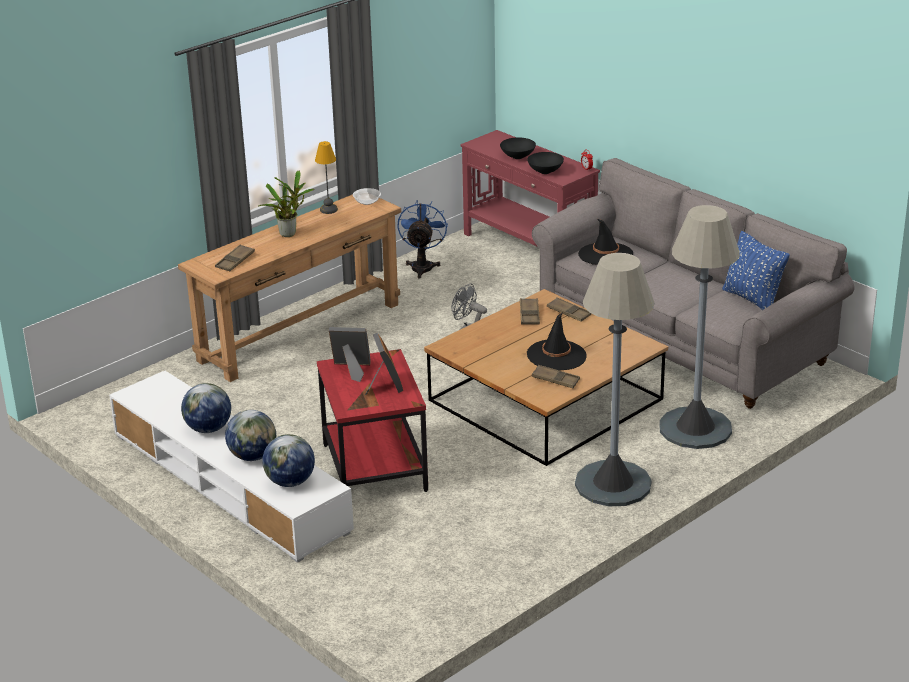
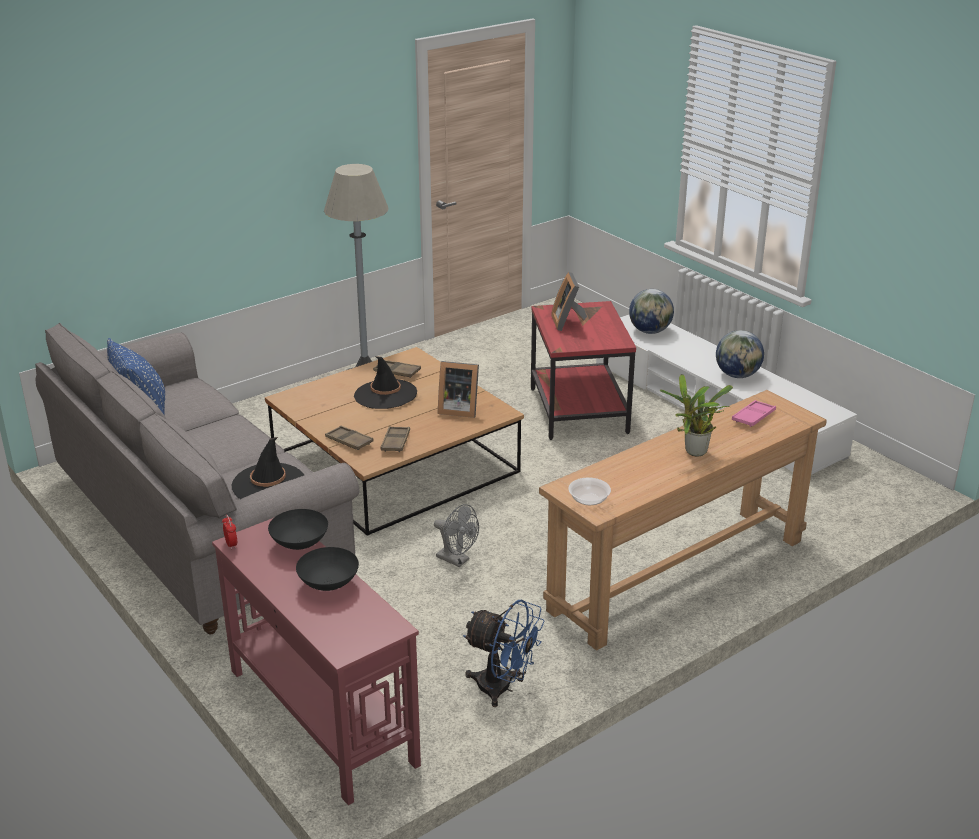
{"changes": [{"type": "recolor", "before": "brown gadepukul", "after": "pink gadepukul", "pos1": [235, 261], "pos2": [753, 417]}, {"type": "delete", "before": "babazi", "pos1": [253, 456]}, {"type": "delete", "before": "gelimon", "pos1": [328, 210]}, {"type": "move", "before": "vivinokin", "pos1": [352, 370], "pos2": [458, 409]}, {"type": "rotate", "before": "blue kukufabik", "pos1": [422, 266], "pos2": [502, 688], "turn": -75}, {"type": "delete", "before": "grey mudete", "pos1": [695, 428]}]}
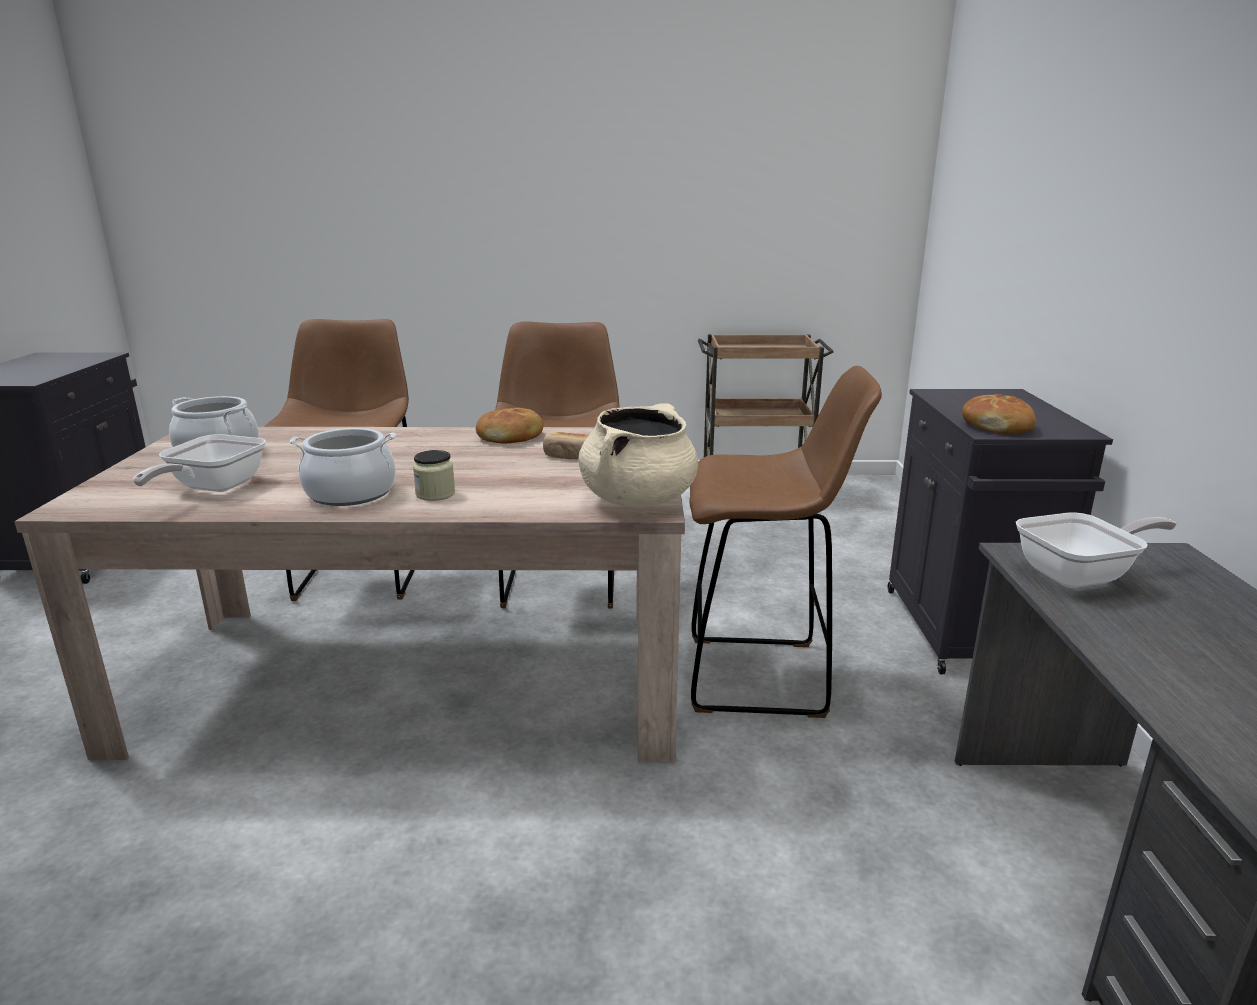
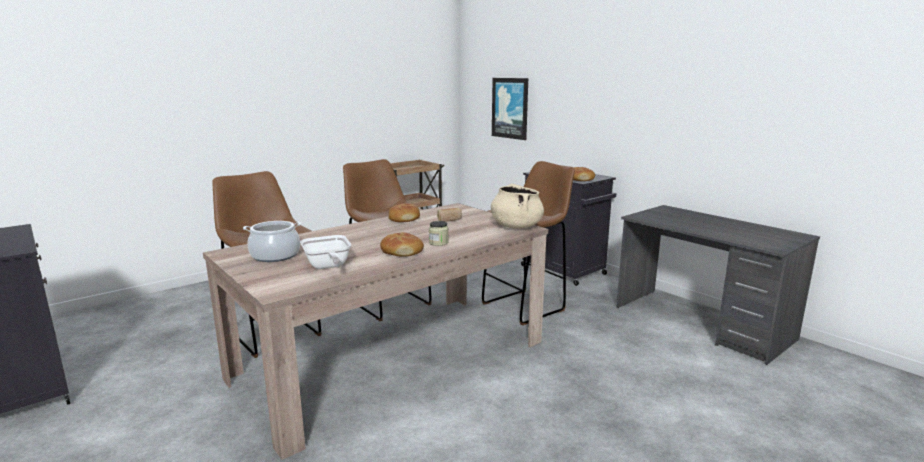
{"changes": [{"type": "replace", "before": "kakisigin", "after": "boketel", "pos1": [350, 493], "pos2": [401, 251]}, {"type": "delete", "before": "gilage", "pos1": [1081, 575]}, {"type": "insert", "after": "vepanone", "pos2": [510, 108]}]}
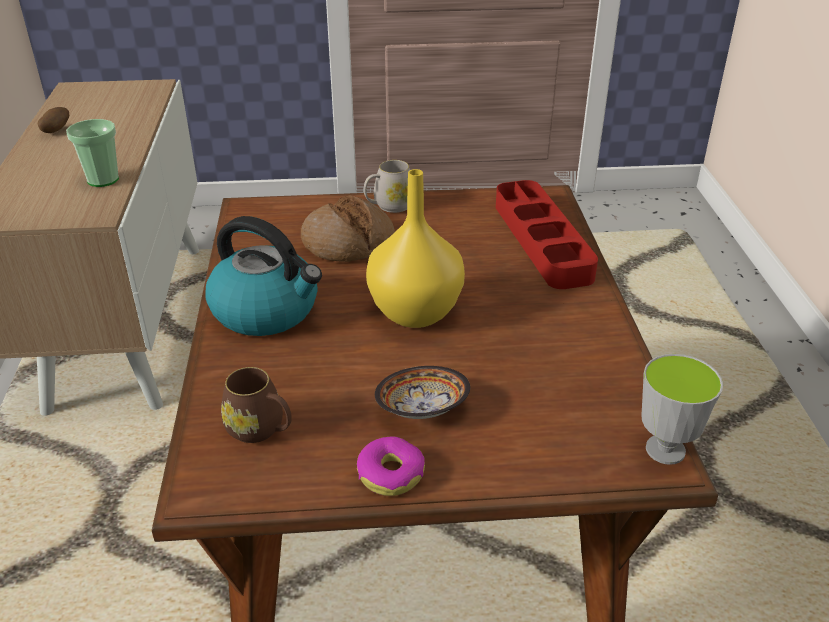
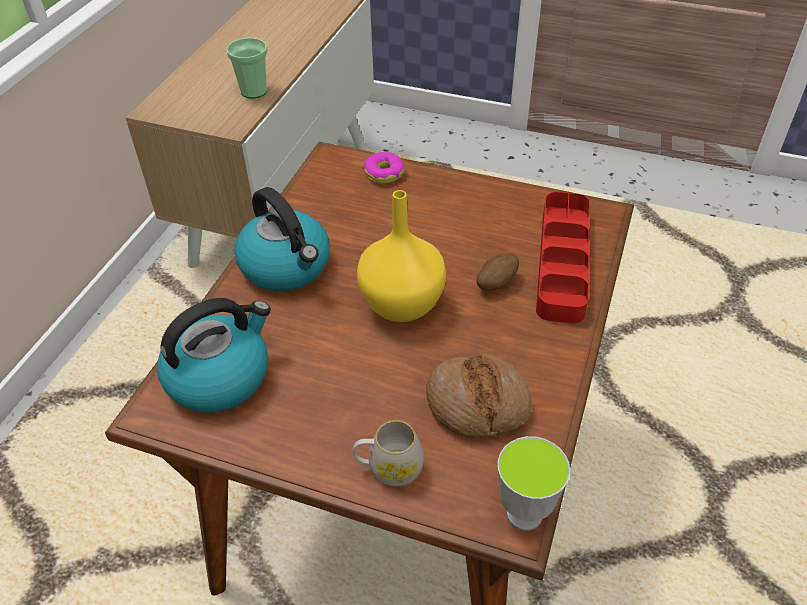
{"changes": [{"type": "move", "before": "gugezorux", "pos1": [56, 130], "pos2": [496, 283]}, {"type": "replace", "before": "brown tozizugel", "after": "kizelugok", "pos1": [261, 430], "pos2": [220, 376]}, {"type": "move", "before": "boketel", "pos1": [348, 243], "pos2": [477, 403]}, {"type": "move", "before": "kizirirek", "pos1": [391, 474], "pos2": [384, 173]}, {"type": "move", "before": "white tozizugel", "pos1": [389, 206], "pos2": [389, 468]}, {"type": "delete", "before": "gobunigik", "pos1": [422, 410]}]}
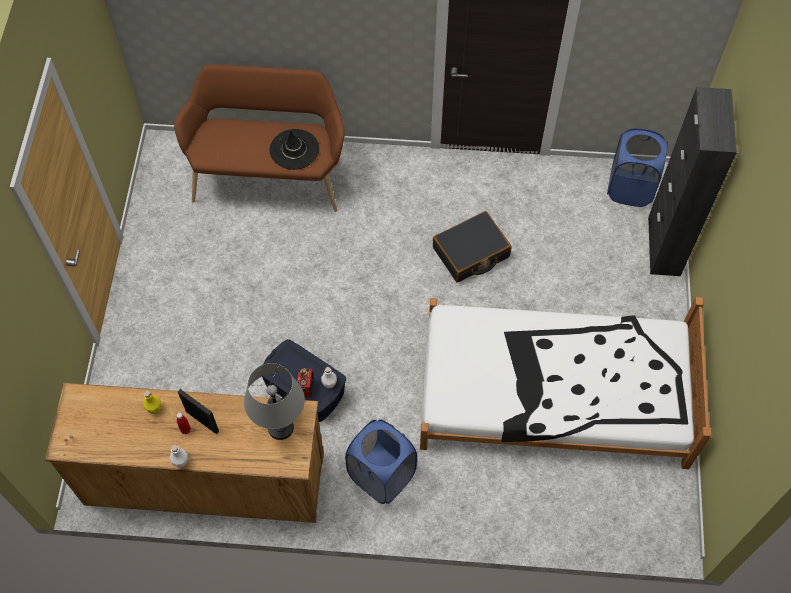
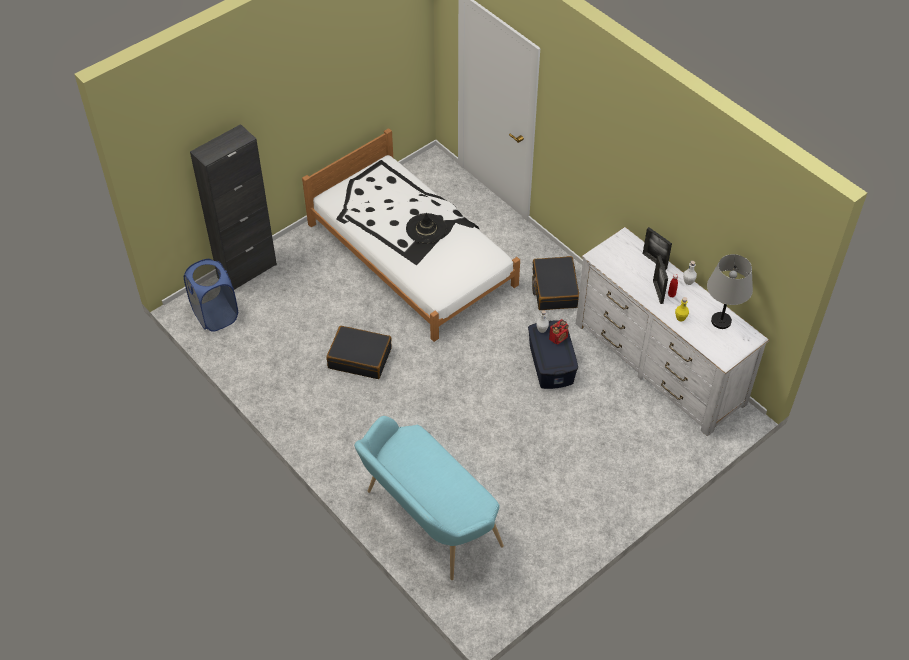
{"changes": [{"type": "recolor", "before": "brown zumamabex", "after": "white zumamabex", "pos1": [205, 478], "pos2": [659, 363]}, {"type": "recolor", "before": "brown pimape", "after": "turquoise pimape", "pos1": [269, 175], "pos2": [427, 520]}, {"type": "move", "before": "grey gelimon", "pos1": [280, 428], "pos2": [721, 321]}, {"type": "move", "before": "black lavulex", "pos1": [294, 149], "pos2": [426, 228]}, {"type": "replace", "before": "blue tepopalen", "after": "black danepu", "pos1": [381, 476], "pos2": [554, 289]}, {"type": "insert", "after": "vivinokin", "pos2": [654, 261]}]}
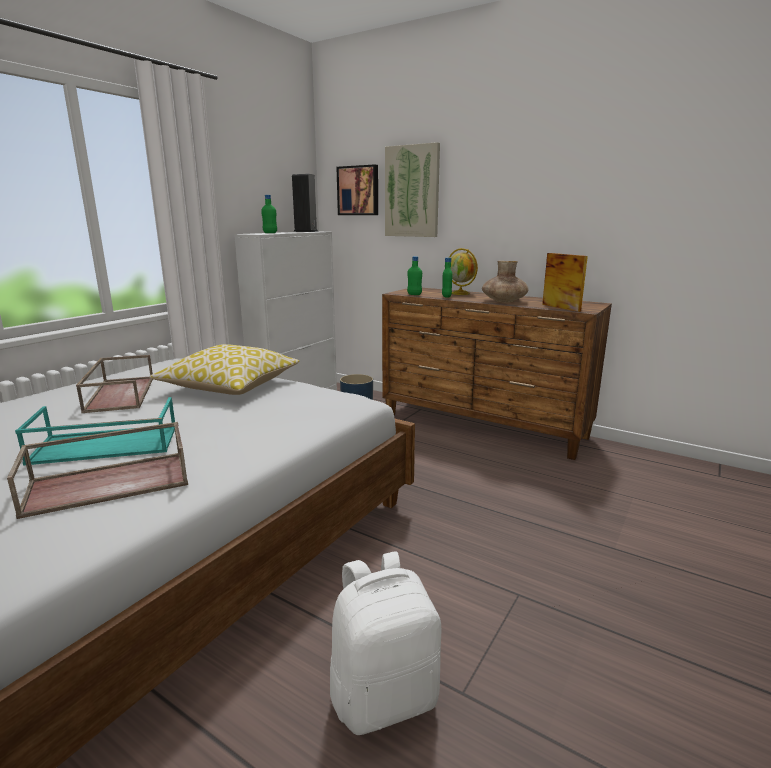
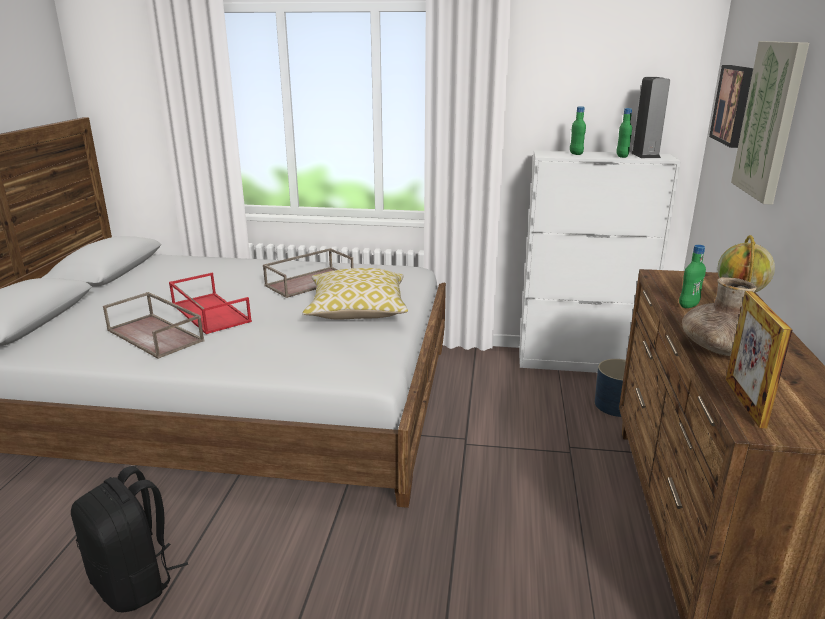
{"changes": [{"type": "recolor", "before": "turquoise gadepukul", "after": "red gadepukul", "pos1": [104, 445], "pos2": [209, 313]}, {"type": "recolor", "before": "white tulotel", "after": "black tulotel", "pos1": [384, 696], "pos2": [134, 582]}, {"type": "move", "before": "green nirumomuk", "pos1": [414, 294], "pos2": [622, 156]}, {"type": "rotate", "before": "vivinokin", "pos1": [560, 307], "pos2": [745, 402], "turn": 150}]}
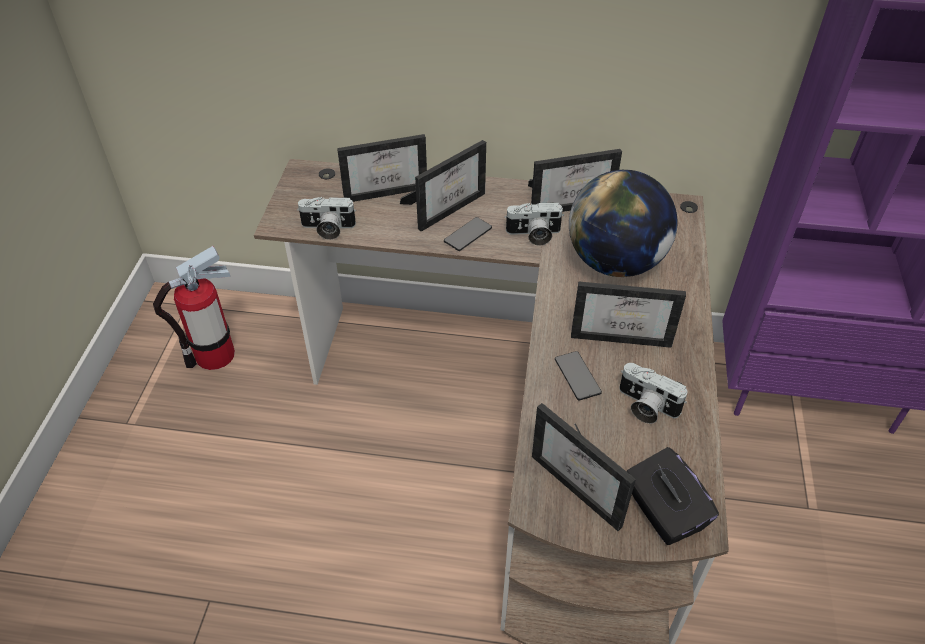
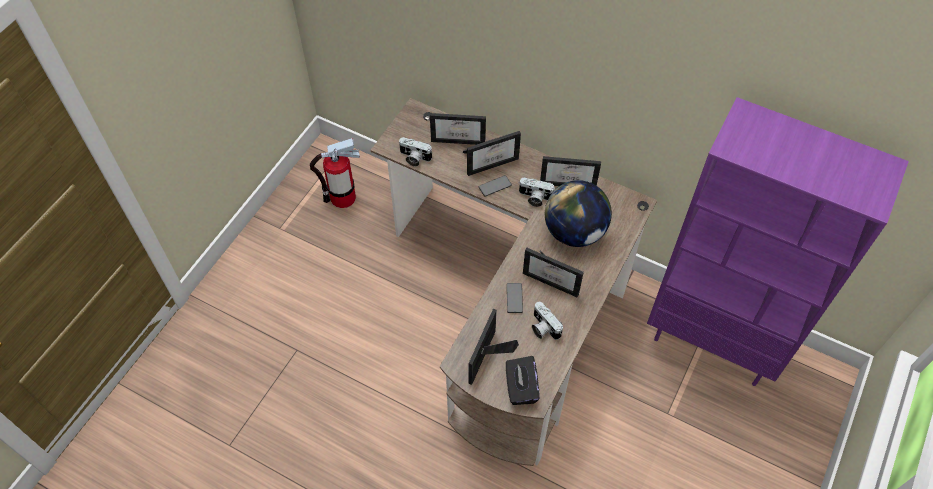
{"changes": [{"type": "rotate", "before": "vivinokin", "pos1": [585, 485], "pos2": [487, 360], "turn": 45}]}
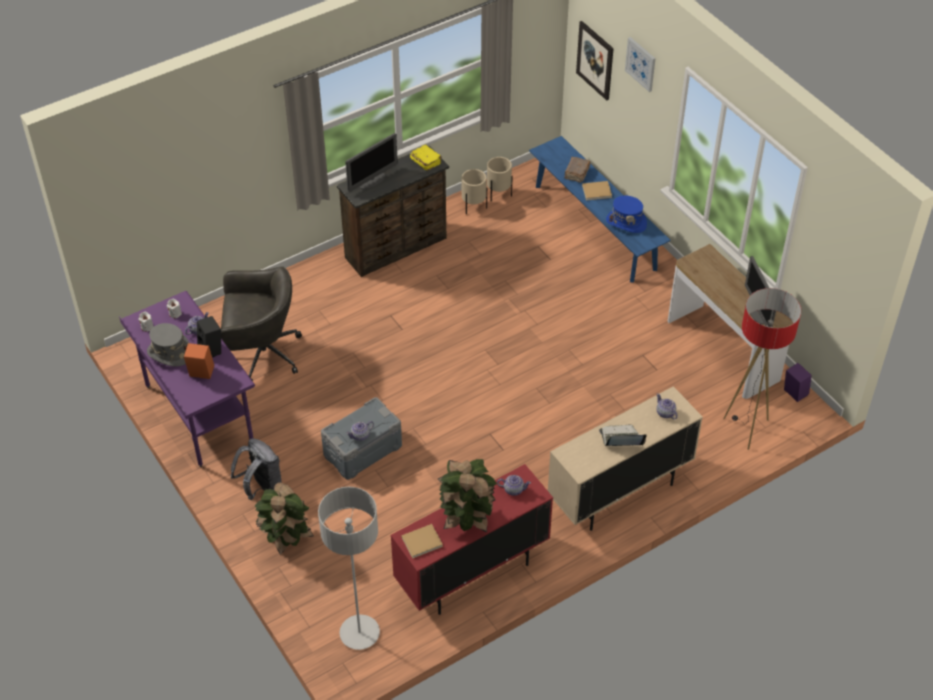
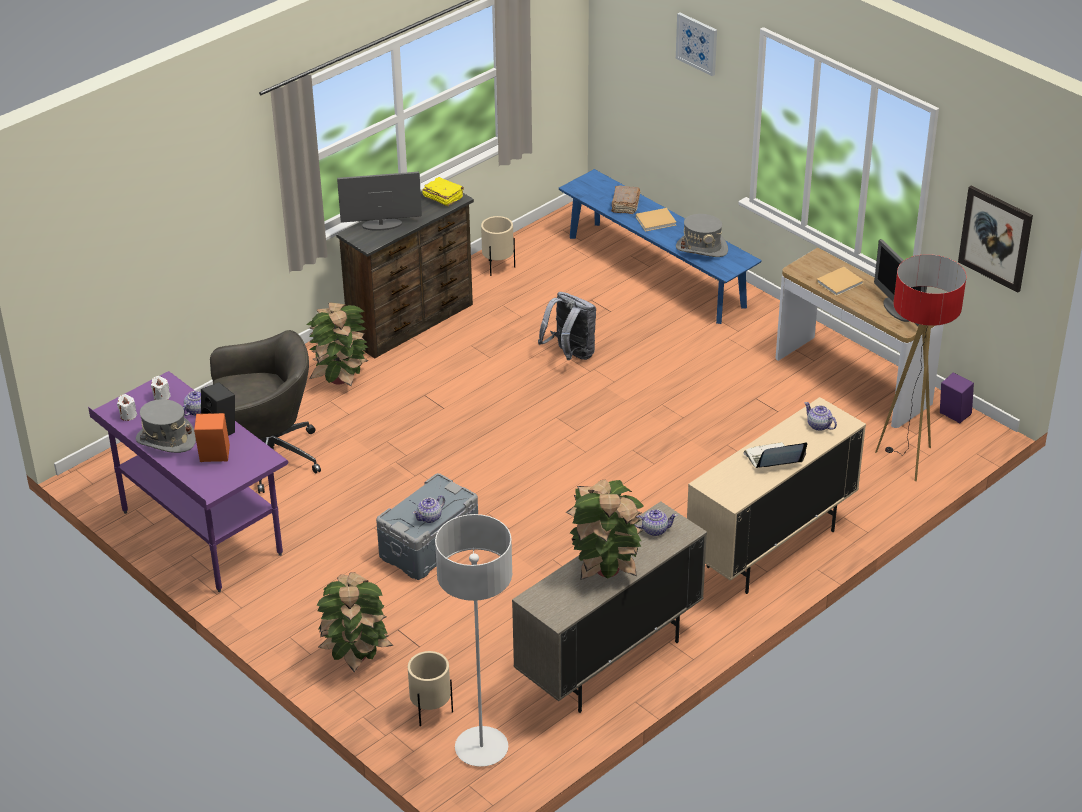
{"changes": [{"type": "move", "before": "grey tulotel", "pos1": [261, 487], "pos2": [570, 355]}, {"type": "rotate", "before": "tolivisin", "pos1": [372, 181], "pos2": [381, 225], "turn": -135}, {"type": "recolor", "before": "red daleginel", "after": "beige daleginel", "pos1": [472, 574], "pos2": [609, 662]}, {"type": "move", "before": "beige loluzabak", "pos1": [423, 541], "pos2": [840, 282]}, {"type": "move", "before": "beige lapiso", "pos1": [499, 195], "pos2": [431, 713]}, {"type": "move", "before": "vepanone", "pos1": [595, 60], "pos2": [995, 238]}, {"type": "recolor", "before": "blue lavulex", "after": "grey lavulex", "pos1": [626, 222], "pos2": [702, 248]}, {"type": "insert", "after": "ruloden", "pos2": [340, 380]}]}
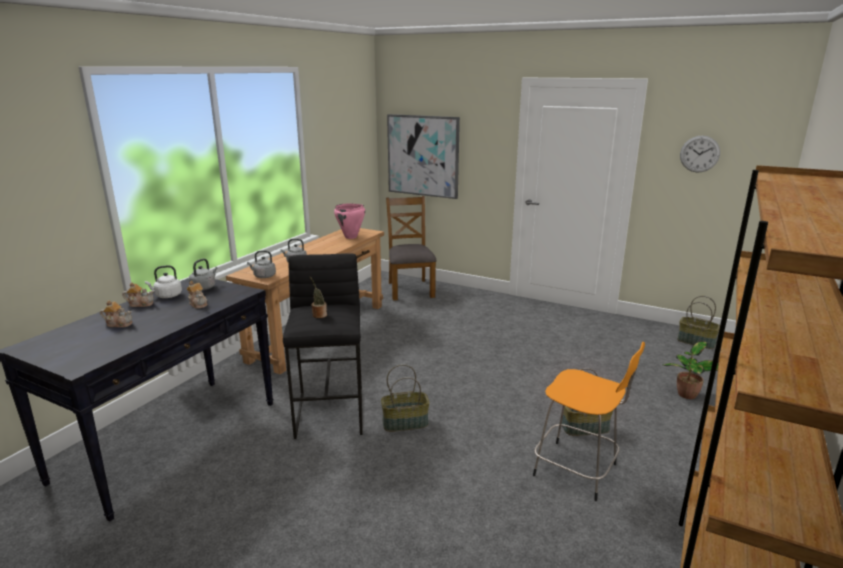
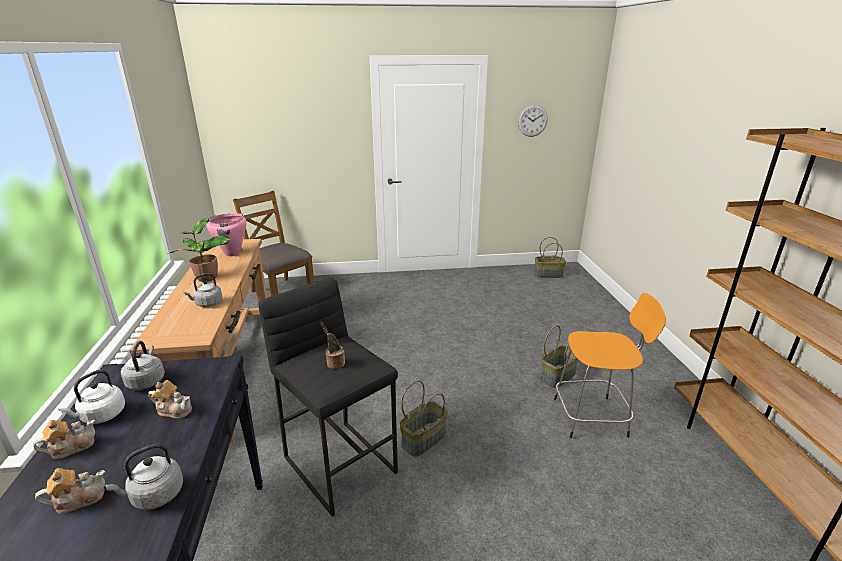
{"changes": [{"type": "move", "before": "grey kizelugok", "pos1": [263, 276], "pos2": [155, 495]}, {"type": "delete", "before": "vepanone", "pos1": [423, 156]}, {"type": "move", "before": "ruloden", "pos1": [686, 395], "pos2": [206, 278]}]}
